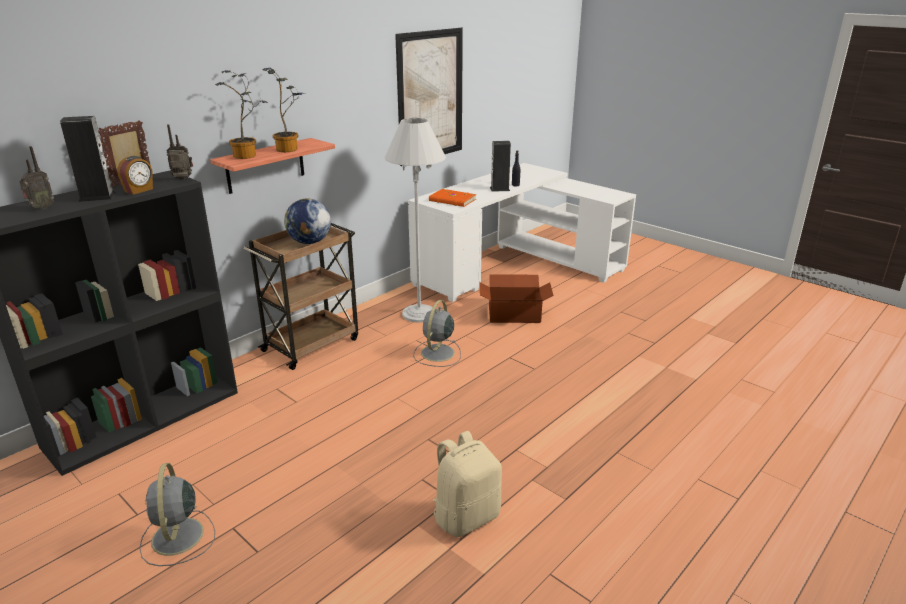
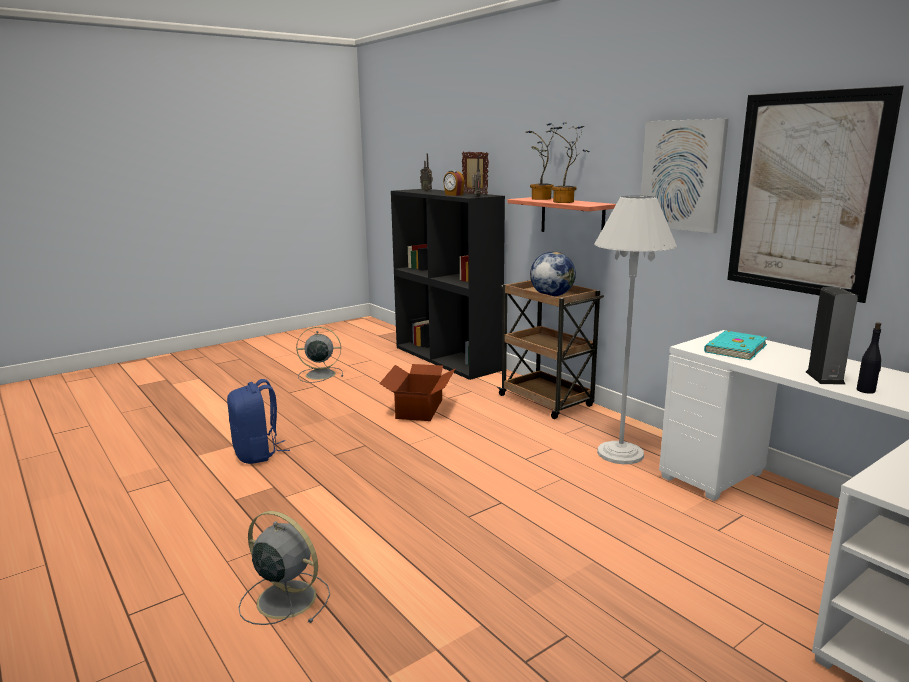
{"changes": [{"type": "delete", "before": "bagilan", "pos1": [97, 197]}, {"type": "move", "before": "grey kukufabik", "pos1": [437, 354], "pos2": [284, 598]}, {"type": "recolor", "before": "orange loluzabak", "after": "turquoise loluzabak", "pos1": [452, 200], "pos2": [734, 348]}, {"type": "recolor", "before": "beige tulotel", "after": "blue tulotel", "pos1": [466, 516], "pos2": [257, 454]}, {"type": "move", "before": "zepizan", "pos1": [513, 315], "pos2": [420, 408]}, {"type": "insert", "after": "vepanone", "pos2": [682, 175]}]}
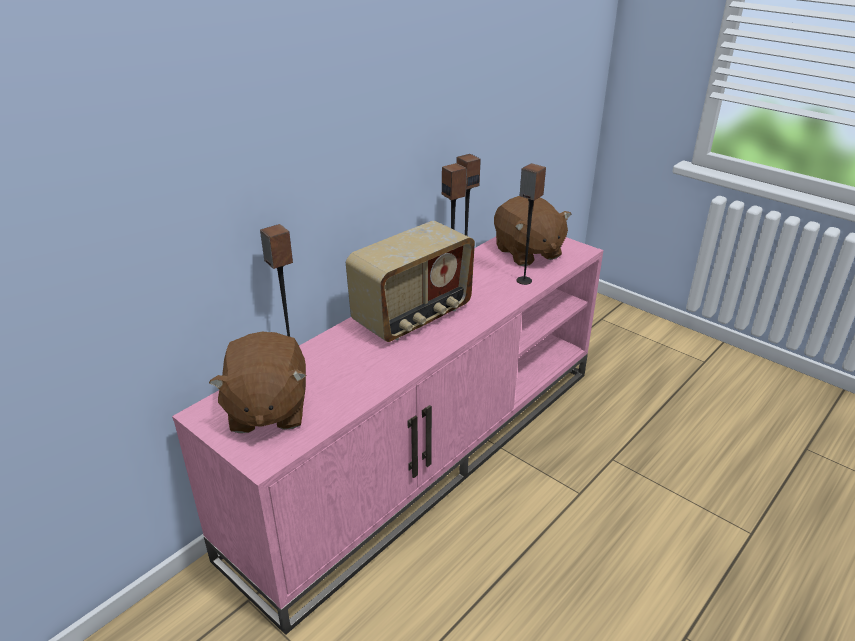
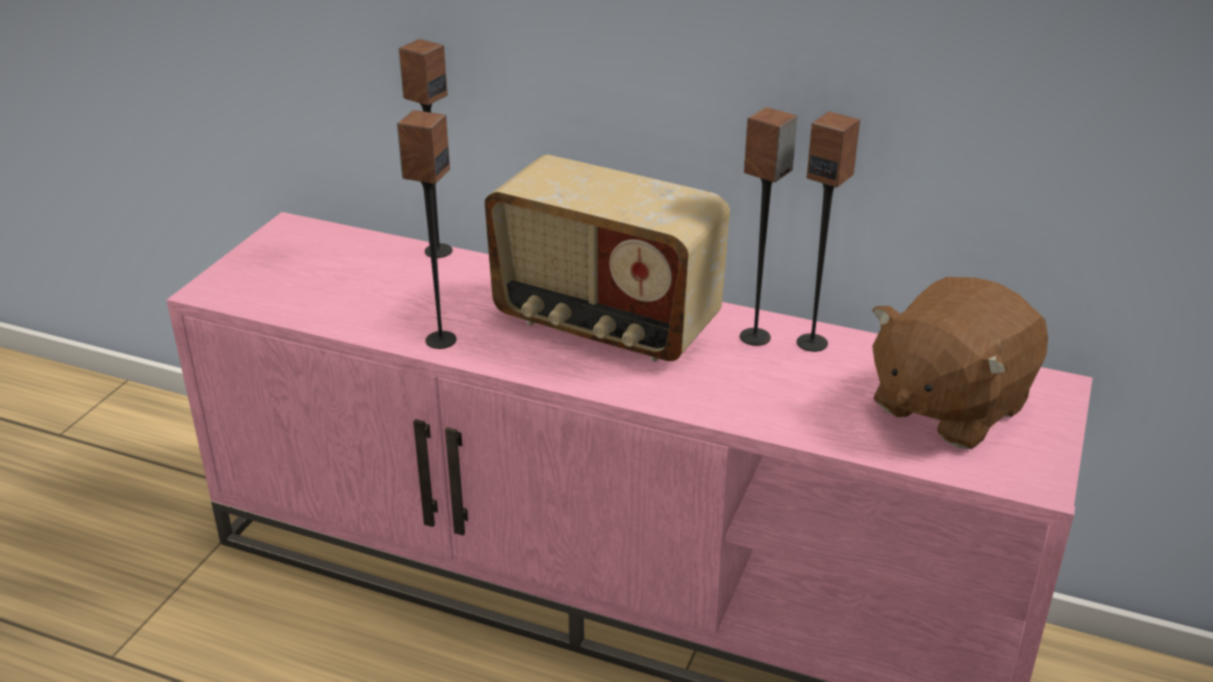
{"changes": [{"type": "delete", "before": "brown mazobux", "pos1": [267, 410]}, {"type": "move", "before": "bagilan", "pos1": [524, 281], "pos2": [440, 340]}]}
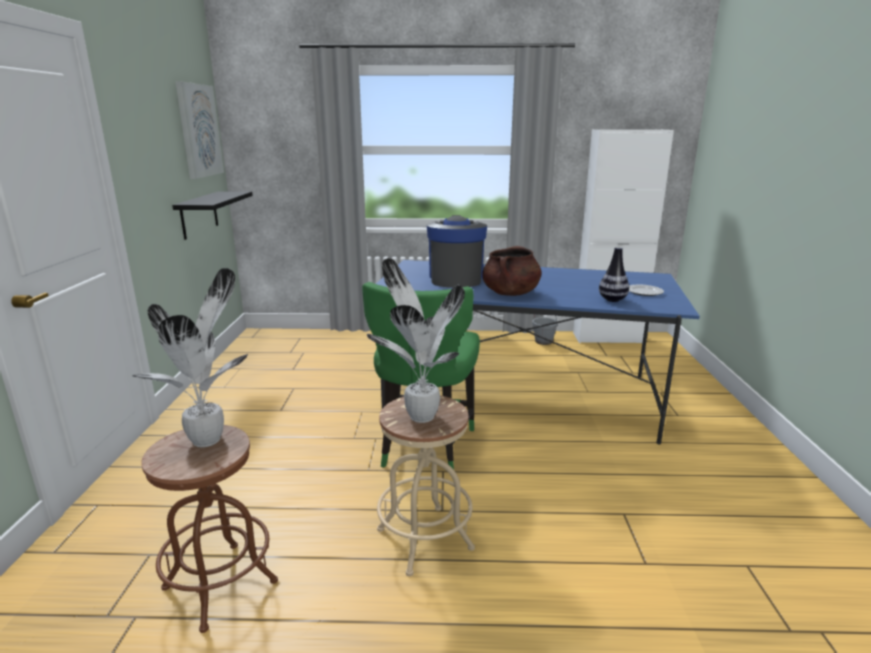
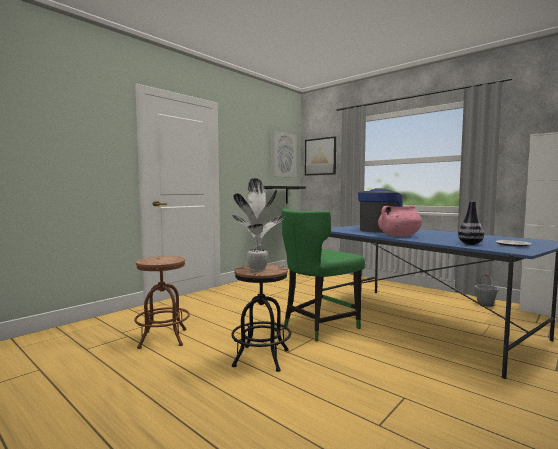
{"changes": [{"type": "delete", "before": "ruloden", "pos1": [209, 439]}, {"type": "recolor", "before": "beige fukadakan", "after": "black fukadakan", "pos1": [424, 539], "pos2": [261, 358]}, {"type": "recolor", "before": "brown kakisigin", "after": "pink kakisigin", "pos1": [510, 293], "pos2": [399, 236]}, {"type": "insert", "after": "vepanone", "pos2": [320, 156]}]}
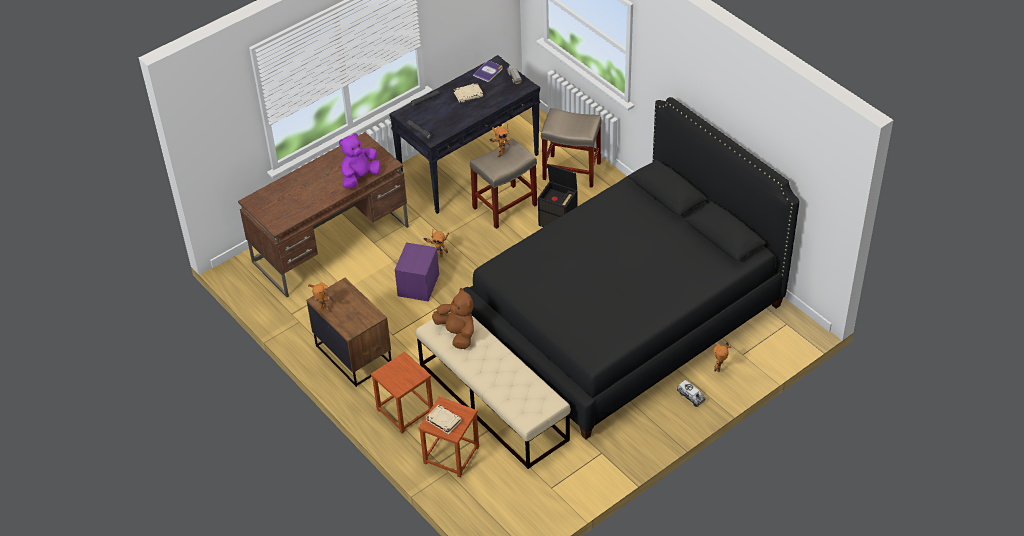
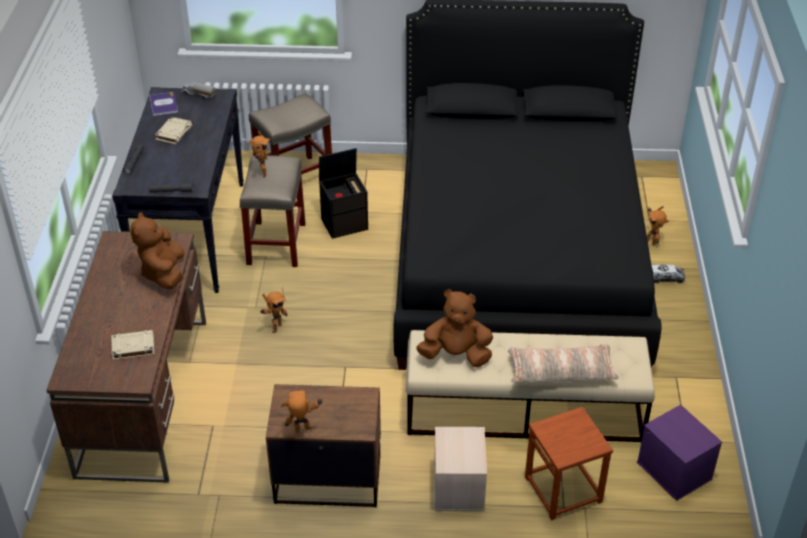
{"changes": [{"type": "recolor", "before": "purple mazobux", "after": "brown mazobux", "pos1": [359, 177], "pos2": [164, 273]}, {"type": "replace", "before": "brown fukadakan", "after": "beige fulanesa", "pos1": [405, 411], "pos2": [459, 488]}, {"type": "move", "before": "purple fulanesa", "pos1": [418, 285], "pos2": [675, 471]}, {"type": "move", "before": "beige loluzabak", "pos1": [443, 420], "pos2": [132, 347]}, {"type": "insert", "after": "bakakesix", "pos2": [560, 371]}]}
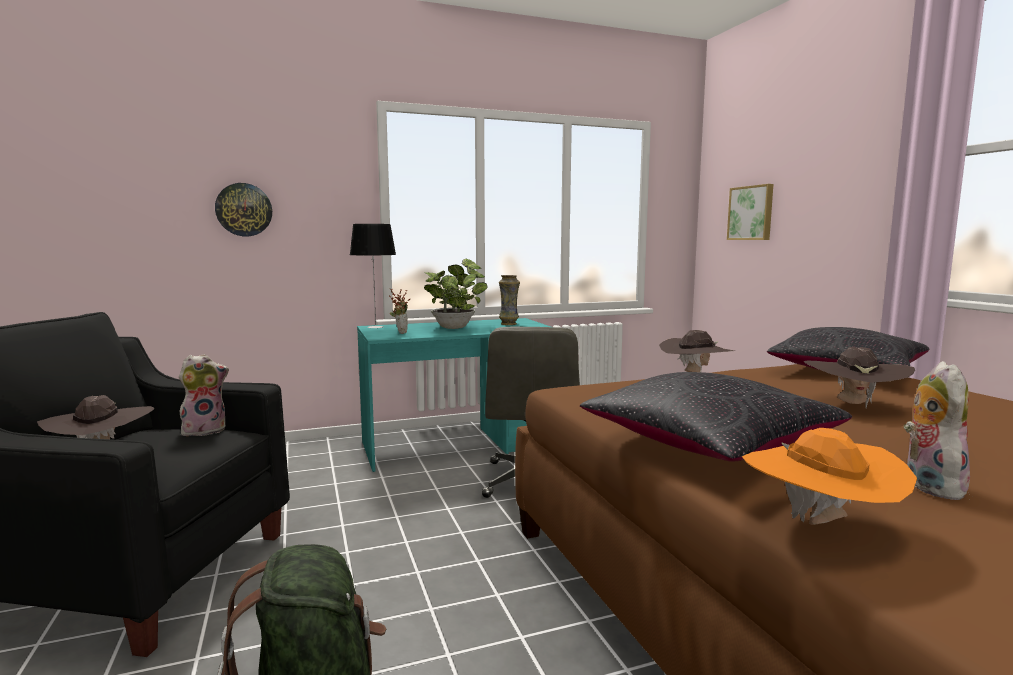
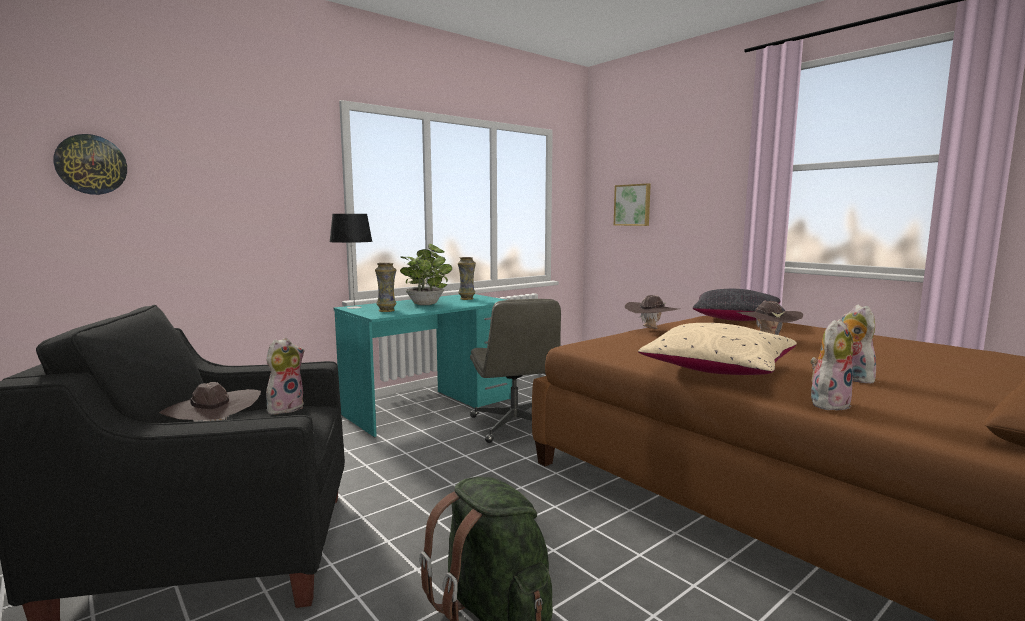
{"changes": [{"type": "move", "before": "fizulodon", "pos1": [244, 210], "pos2": [91, 164]}, {"type": "replace", "before": "ruloden", "after": "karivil", "pos1": [400, 332], "pos2": [387, 310]}, {"type": "recolor", "before": "black bakakesix", "after": "beige bakakesix", "pos1": [710, 444], "pos2": [718, 369]}, {"type": "replace", "before": "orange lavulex", "after": "mazobux", "pos1": [820, 525], "pos2": [828, 403]}]}
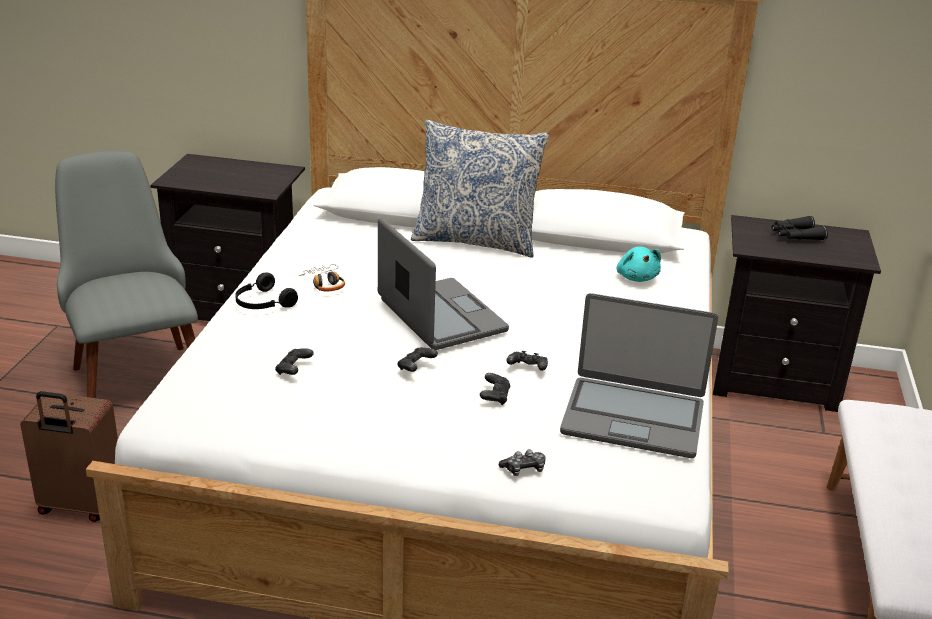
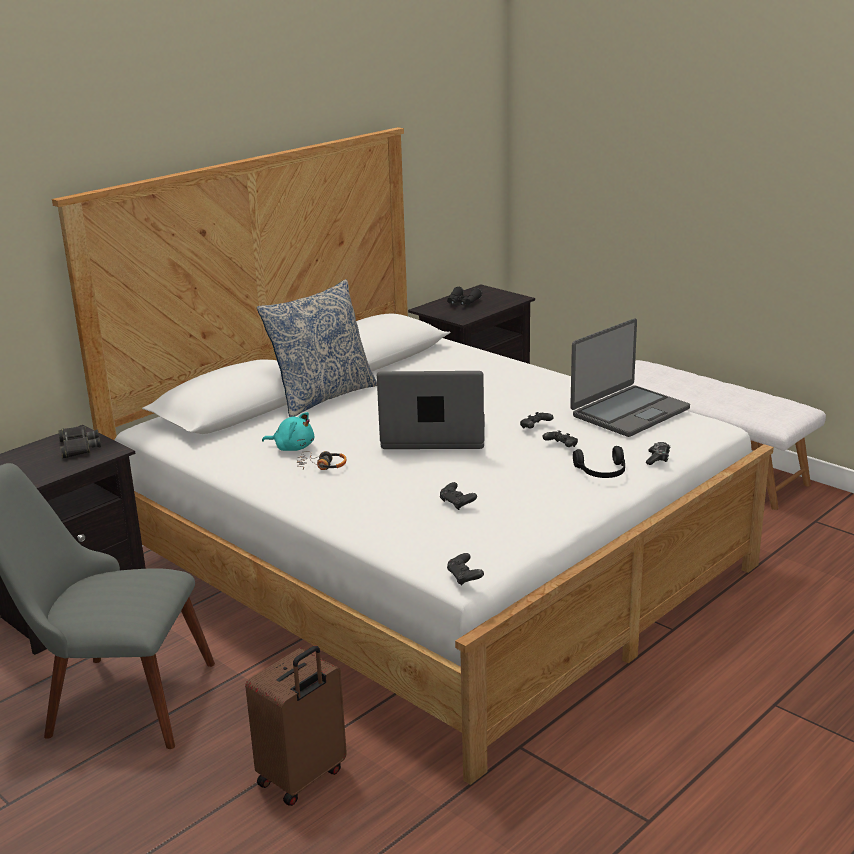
{"changes": [{"type": "move", "before": "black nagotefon", "pos1": [262, 303], "pos2": [602, 472]}, {"type": "move", "before": "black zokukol", "pos1": [416, 367], "pos2": [464, 577]}, {"type": "move", "before": "turquoise mazobux", "pos1": [637, 277], "pos2": [292, 447]}, {"type": "insert", "after": "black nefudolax", "pos2": [78, 447]}]}
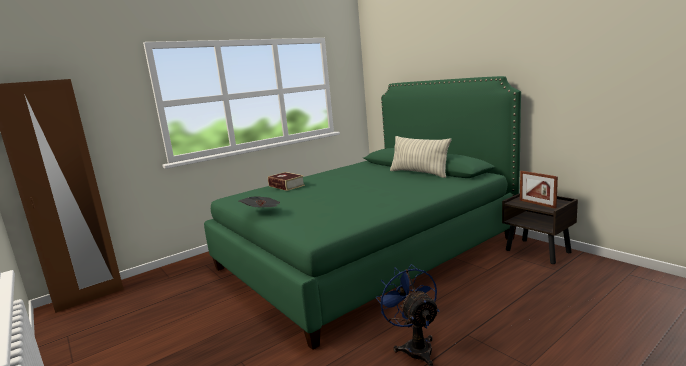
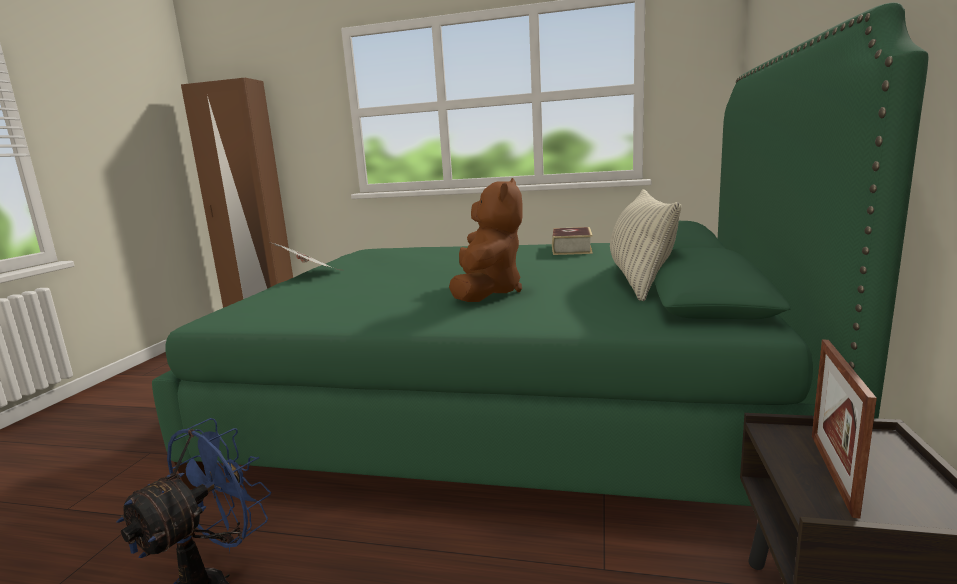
{"changes": [{"type": "move", "before": "loluzabak", "pos1": [286, 186], "pos2": [571, 249]}, {"type": "insert", "after": "brown mazobux", "pos2": [487, 293]}]}
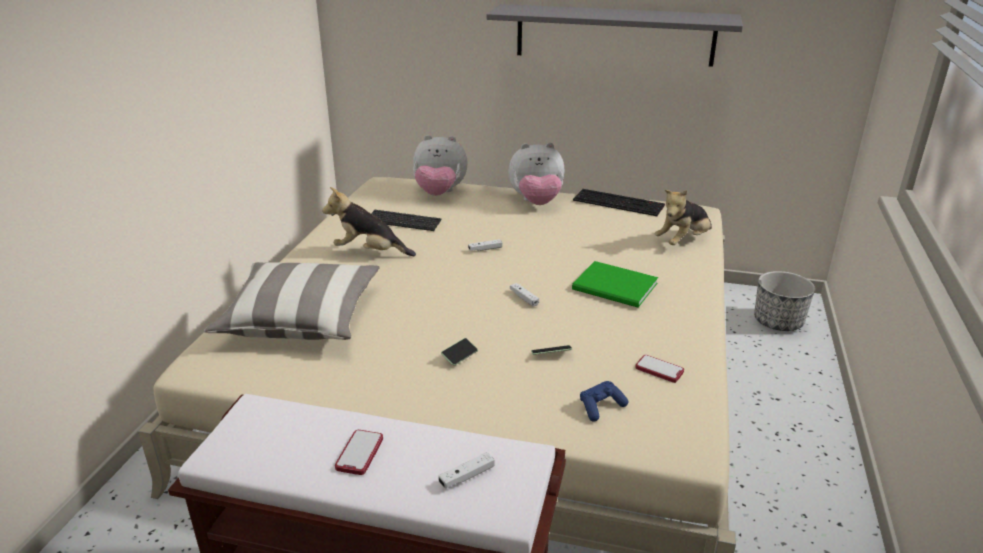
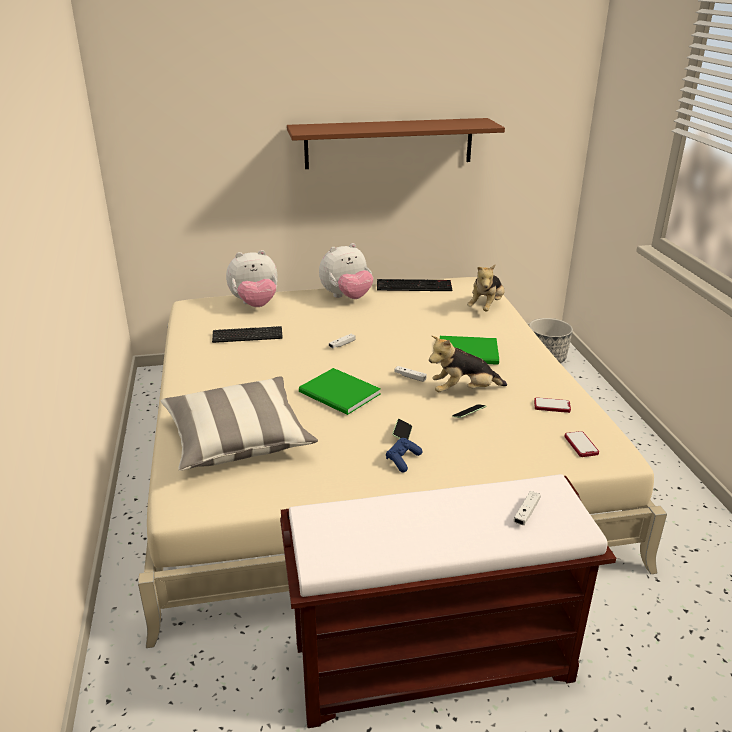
{"changes": [{"type": "move", "before": "mazobux", "pos1": [369, 252], "pos2": [463, 391]}, {"type": "move", "before": "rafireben", "pos1": [359, 453], "pos2": [581, 445]}, {"type": "recolor", "before": "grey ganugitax", "after": "brown ganugitax", "pos1": [614, 35], "pos2": [389, 143]}, {"type": "move", "before": "blue zokukol", "pos1": [601, 407], "pos2": [402, 460]}, {"type": "insert", "after": "green loluzabak", "pos2": [340, 395]}]}
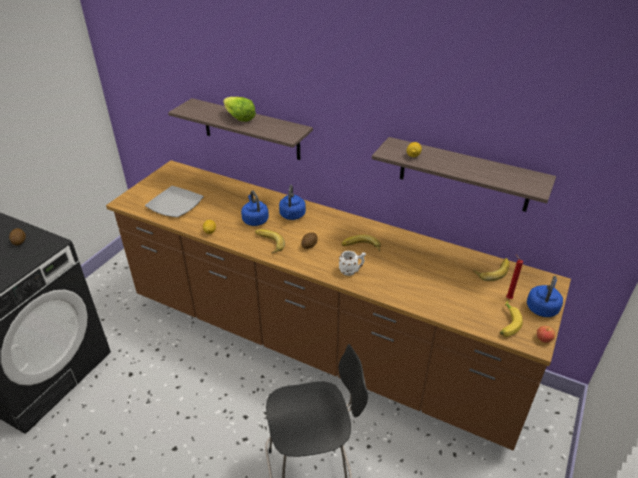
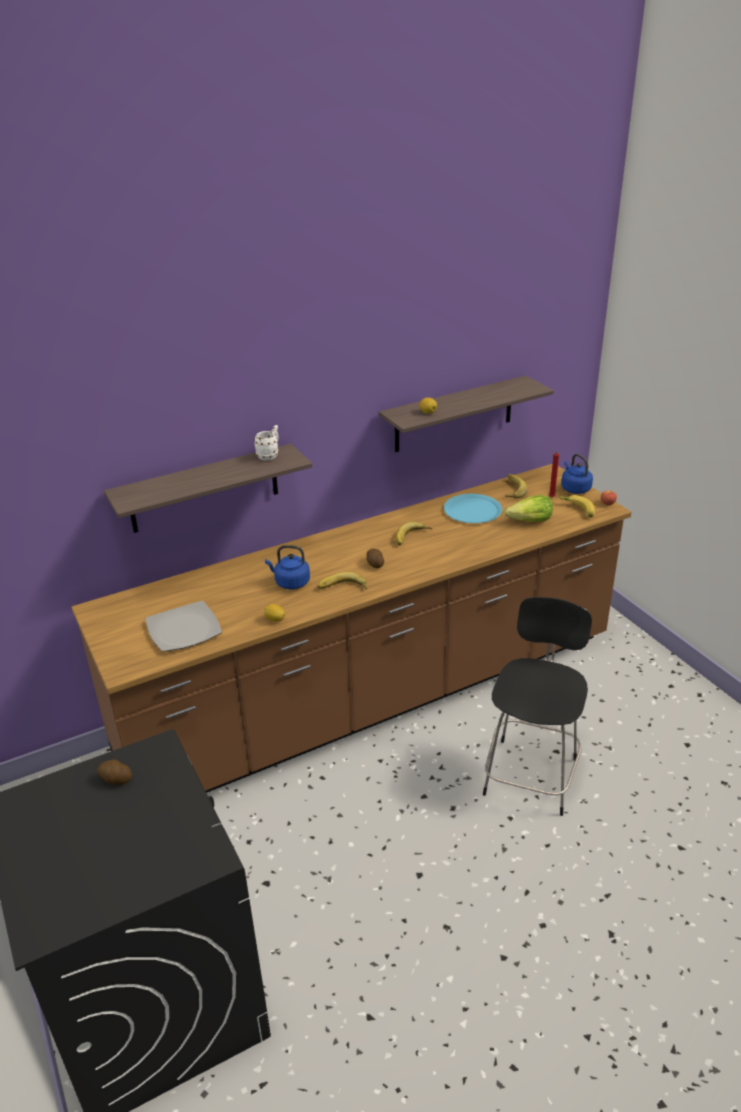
{"changes": [{"type": "move", "before": "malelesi", "pos1": [239, 118], "pos2": [530, 521]}, {"type": "delete", "before": "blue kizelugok", "pos1": [292, 216]}, {"type": "move", "before": "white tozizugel", "pos1": [351, 271], "pos2": [270, 455]}, {"type": "insert", "after": "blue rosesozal", "pos2": [472, 510]}]}
